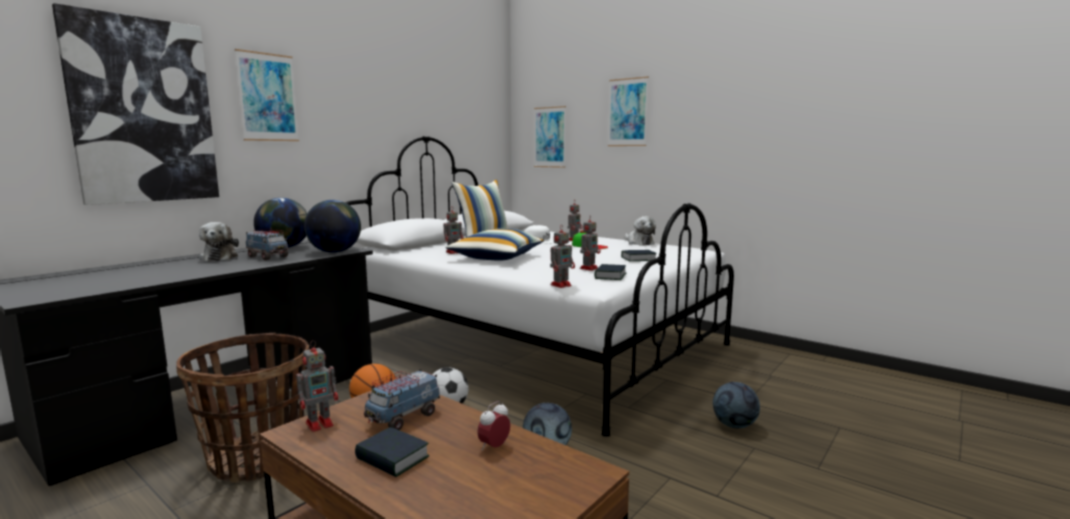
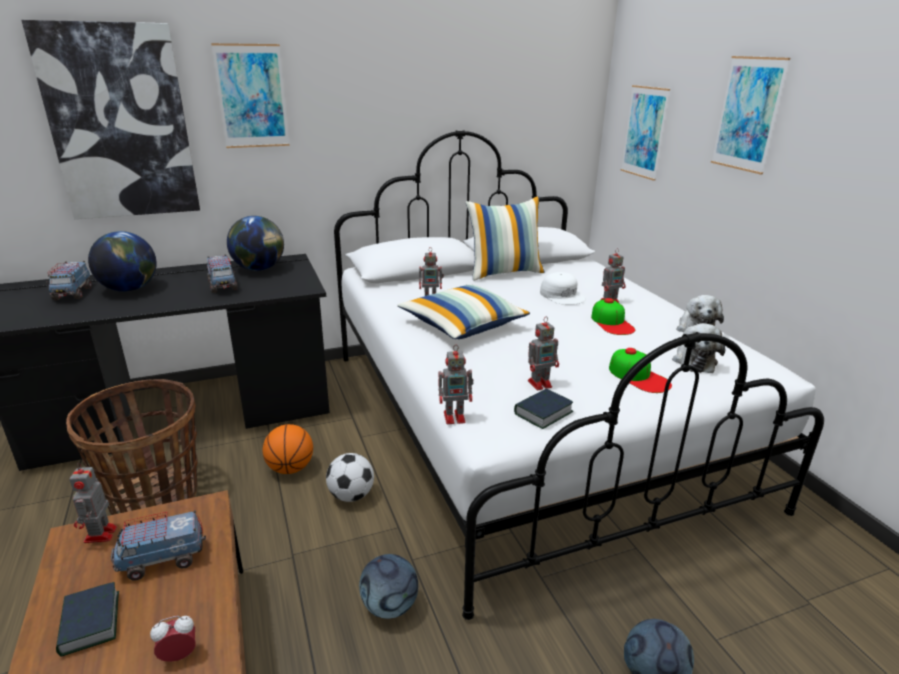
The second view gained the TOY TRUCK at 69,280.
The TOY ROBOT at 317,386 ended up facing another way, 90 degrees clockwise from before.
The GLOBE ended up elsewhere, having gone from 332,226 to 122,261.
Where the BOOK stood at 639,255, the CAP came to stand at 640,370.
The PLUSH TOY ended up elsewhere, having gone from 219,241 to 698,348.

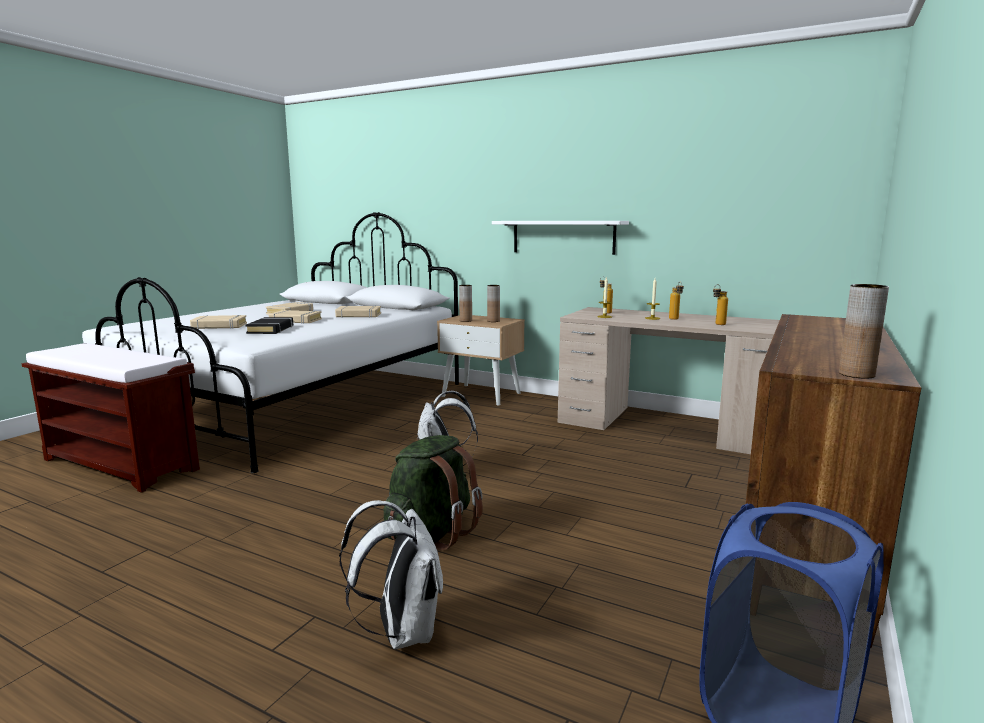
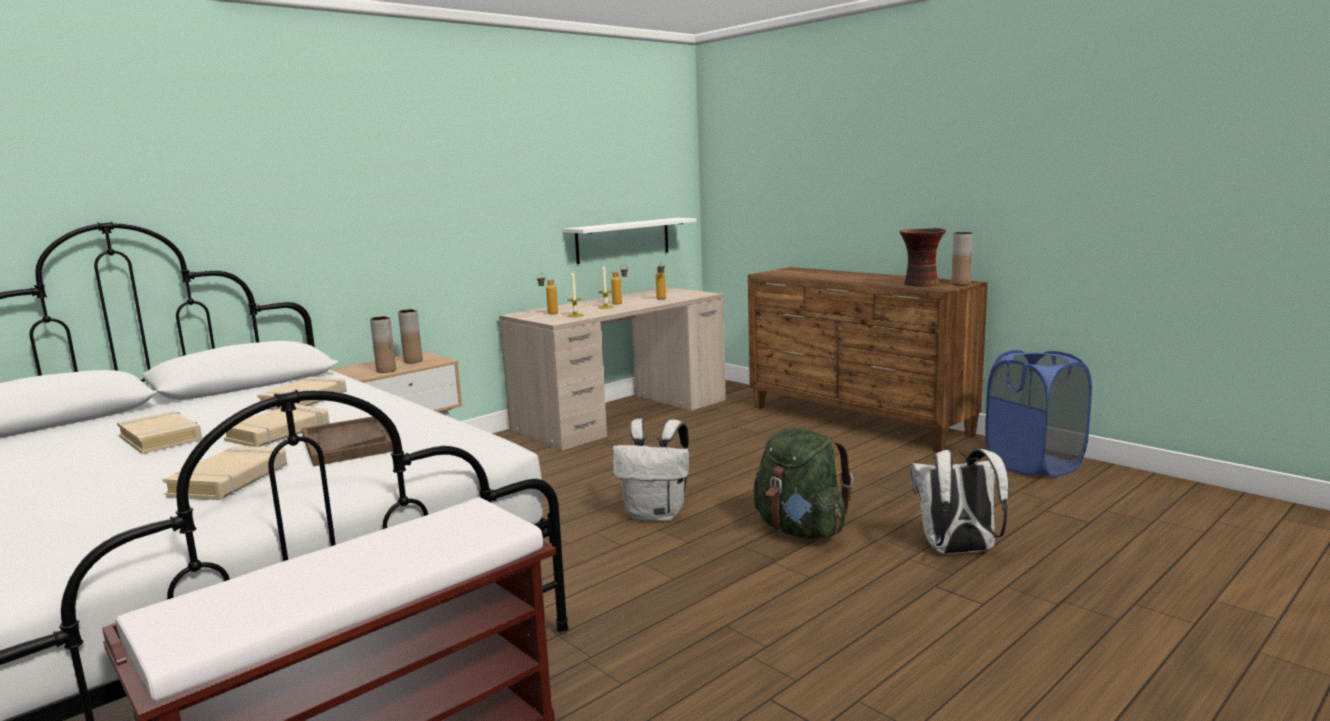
Where the BLACK BOOK stood at 269,325, the BROWN TRAY came to stand at 347,441.
The WHITE SHELF ended up elsewhere, having gone from 560,238 to 629,241.
The second view gained the VASE at 922,257.

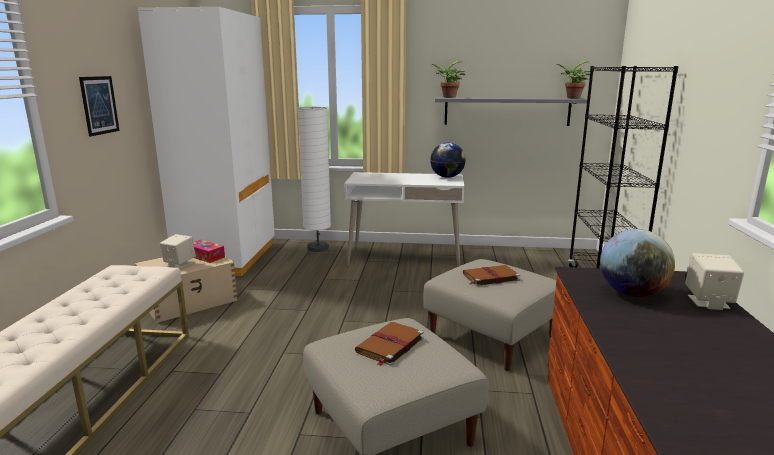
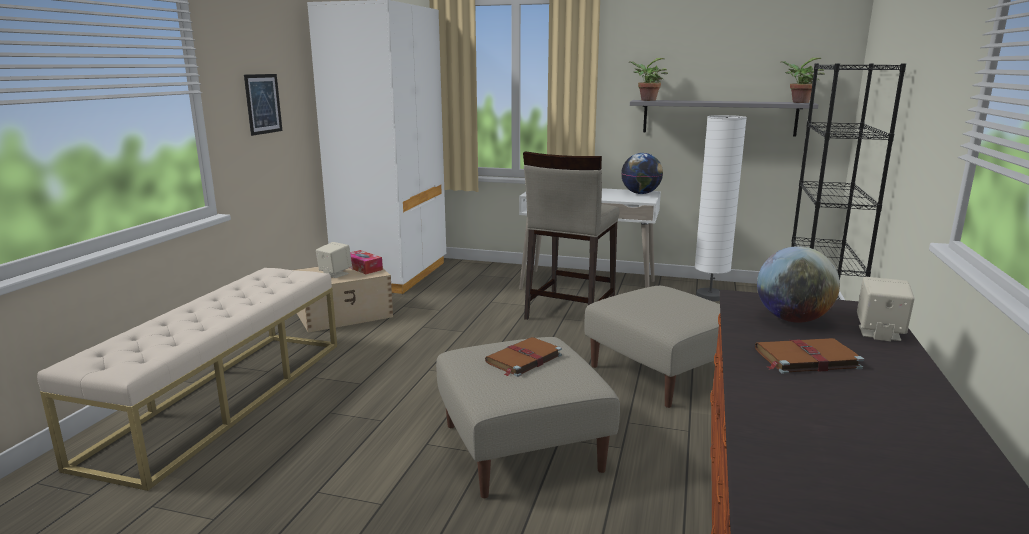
The second view gained the BEIGE STOOL at 571,235.
The WHITE FLOOR LAMP ended up elsewhere, having gone from 314,179 to 721,208.
The BROWN BOOK ended up elsewhere, having gone from 491,275 to 809,356.

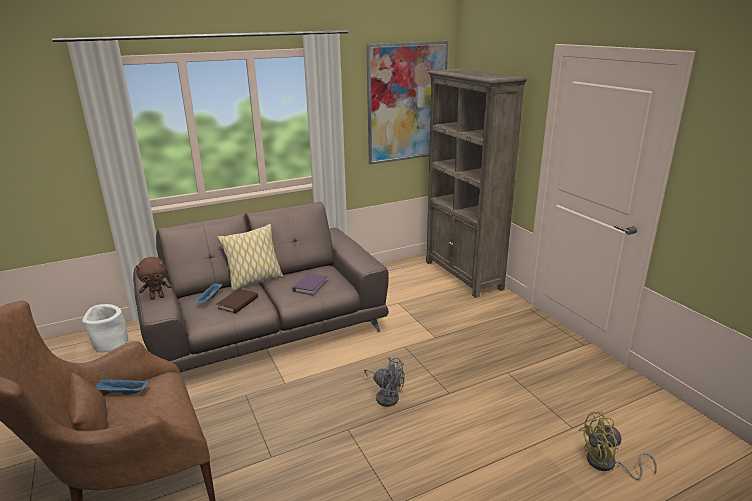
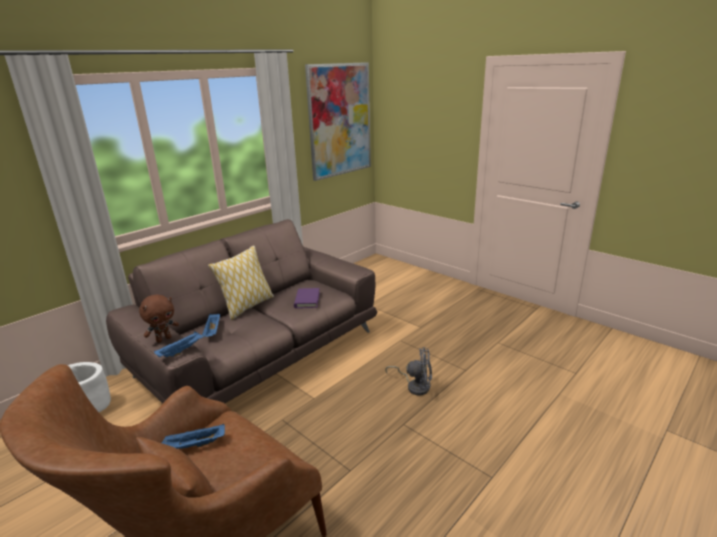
The second view gained the BLUE TRAY at 179,344.
The second view lost the BROWN BOOK at 237,301.
The second view lost the BROWN BOOKCASE at 476,183.
The second view lost the YELLOW FAN at 618,445.

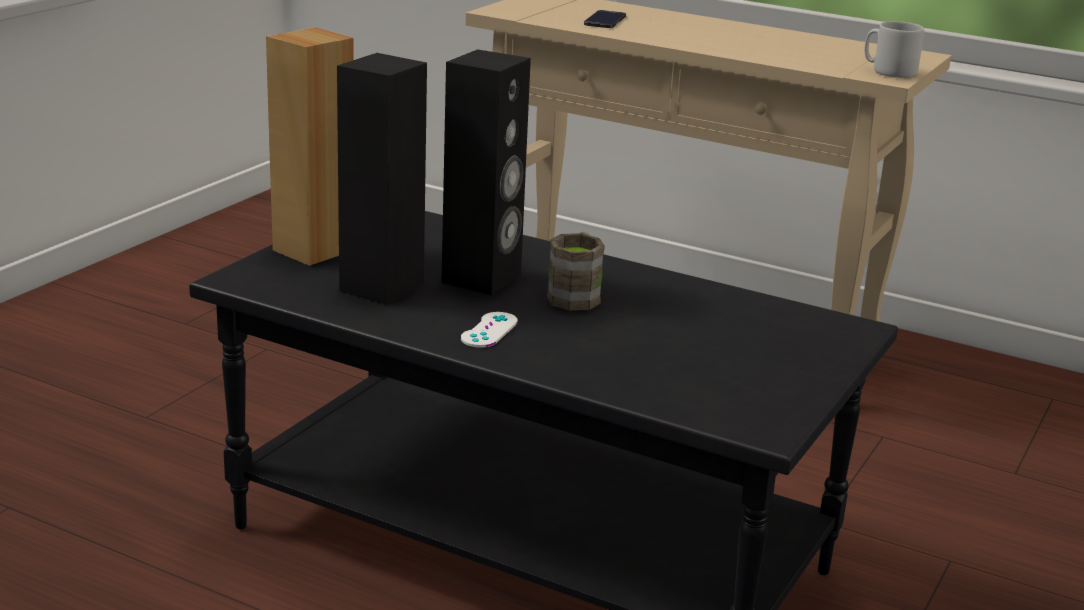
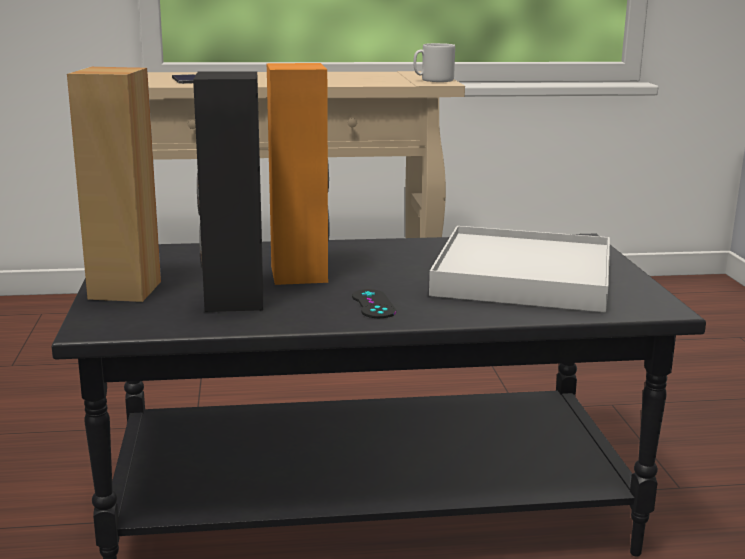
What was the BLACK SPEAKER at 486,172 turned into the ORANGE SPEAKER at 298,174.
What was the WHITE GAME CONTROLLER at 489,330 turned into the BLACK GAME CONTROLLER at 374,303.
The second view gained the WHITE TRAY at 519,269.
The second view lost the BROWN MUG at 576,271.

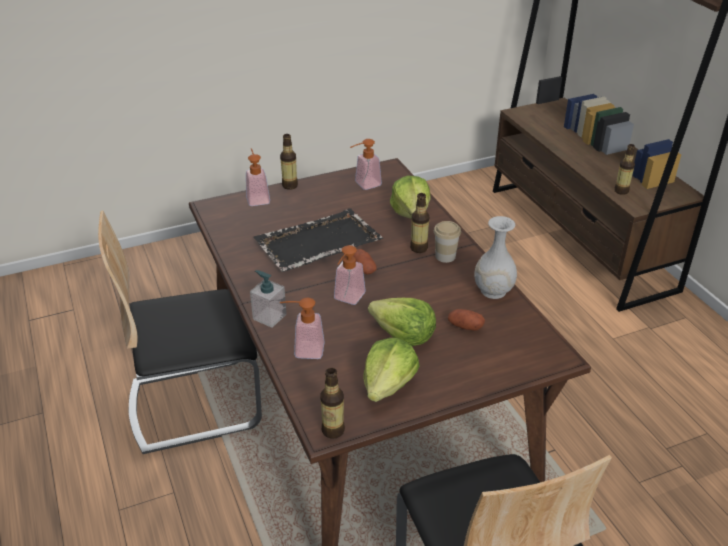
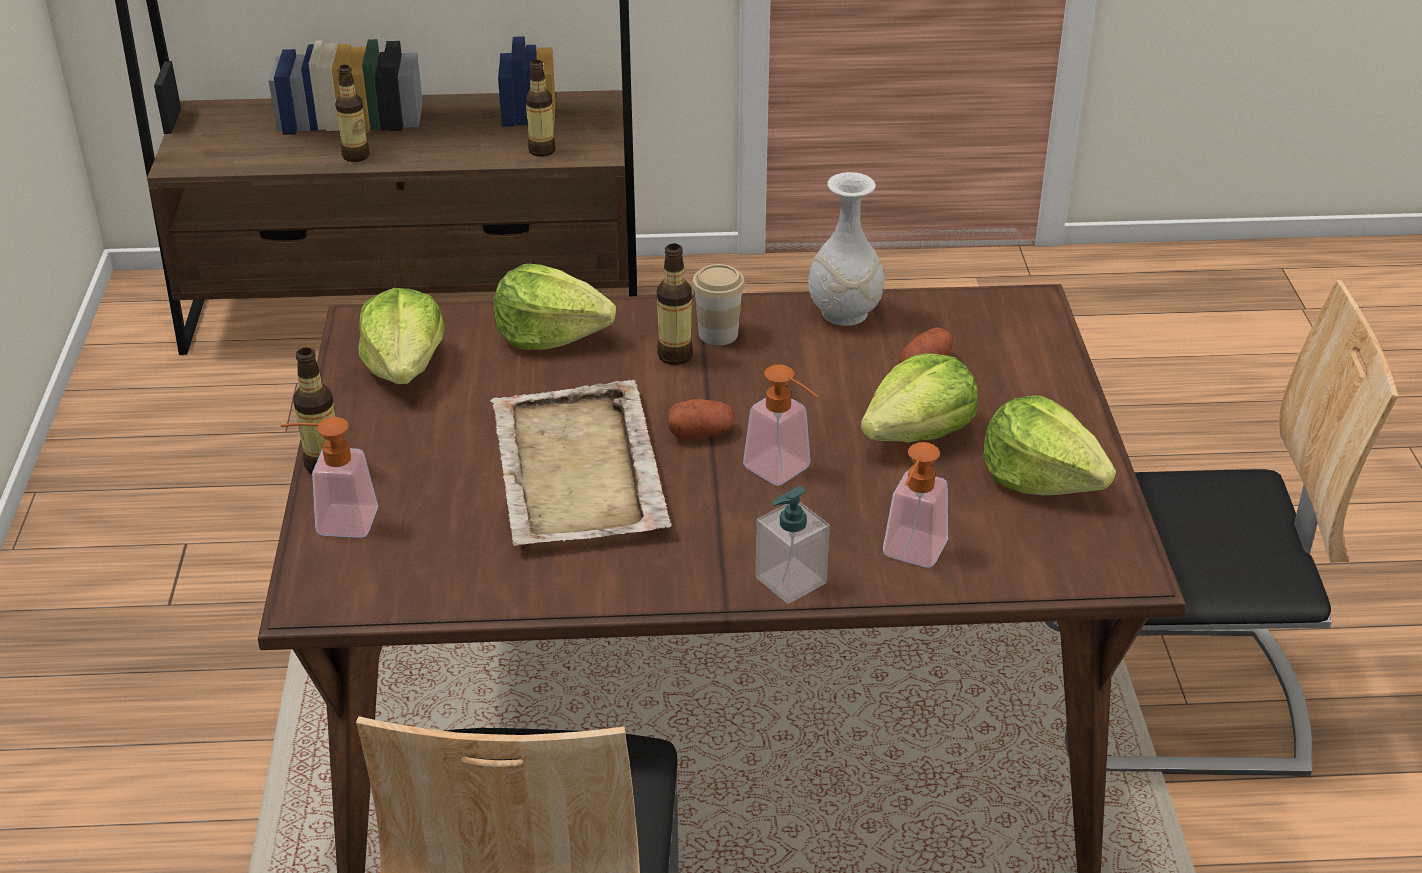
The BOTTLE ended up elsewhere, having gone from 332,403 to 352,113.
Where the SOAP DISPENSER stood at 366,164, the LETTUCE came to stand at 401,336.
What was the BLACK TRAY at 318,240 turned into the BEIGE TRAY at 581,463.

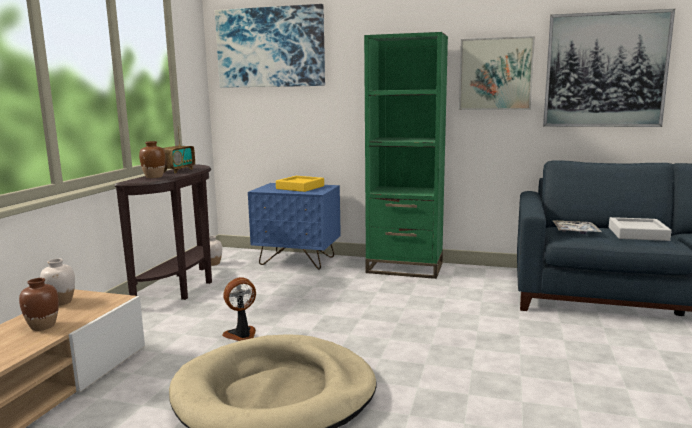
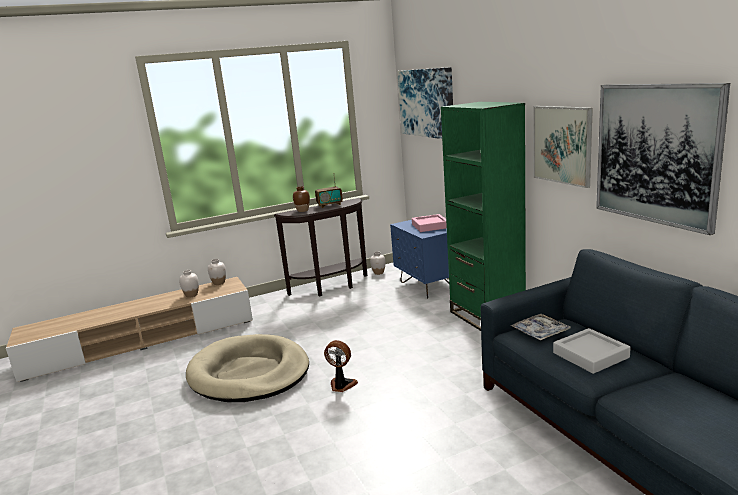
What was the BROWN VASE at 39,304 turned into the WHITE VASE at 189,284.
The FAN ended up elsewhere, having gone from 239,309 to 341,366.
What was the YELLOW TRAY at 300,184 turned into the PINK TRAY at 429,223.

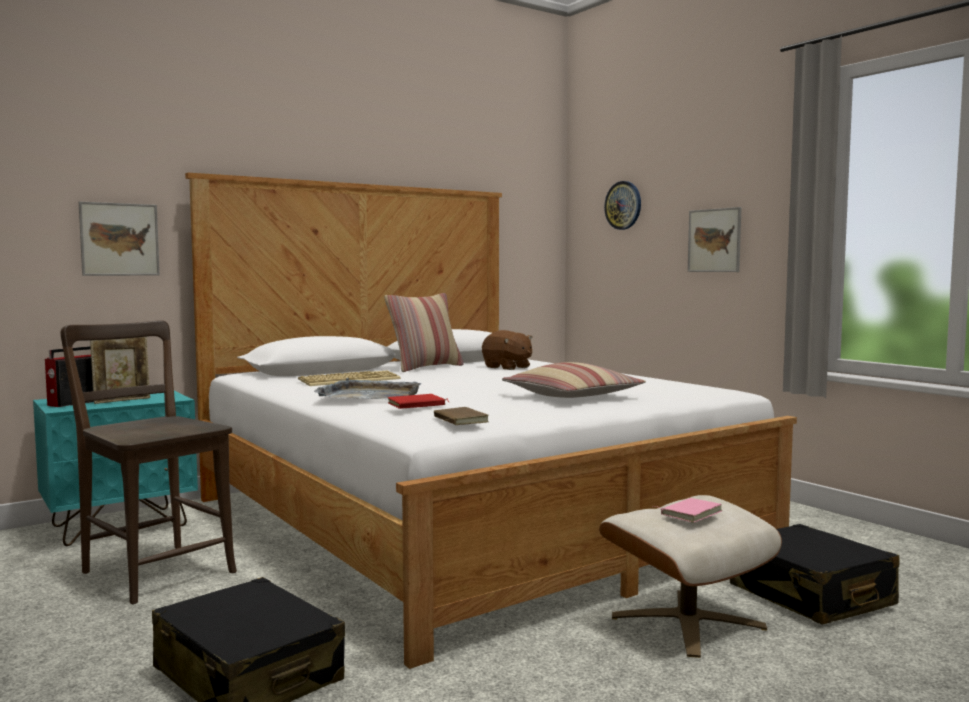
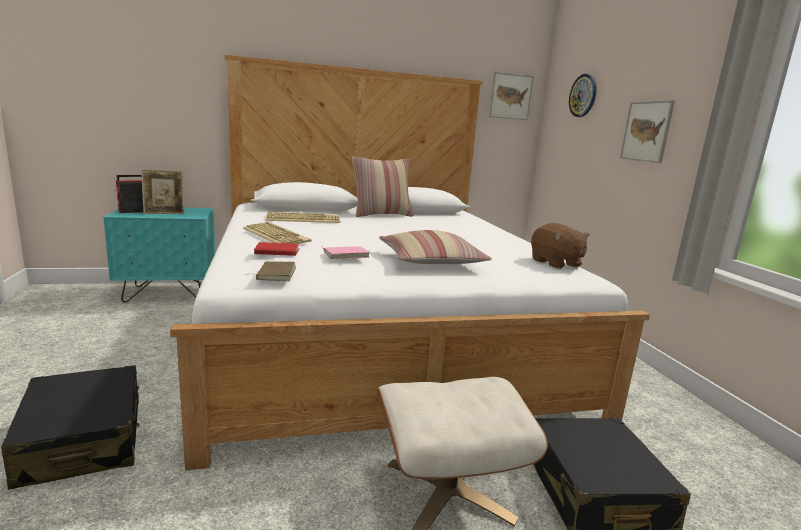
Where the GREY TRAY stood at 368,389, the KEYBOARD came to stand at 277,233.
The PINK BOOK ended up elsewhere, having gone from 687,510 to 346,252.
The PICTURE ended up elsewhere, having gone from 119,238 to 511,96.
The BROWN PLUSH TOY ended up elsewhere, having gone from 507,350 to 560,246.
The second view lost the BROWN CHAIR at 149,462.

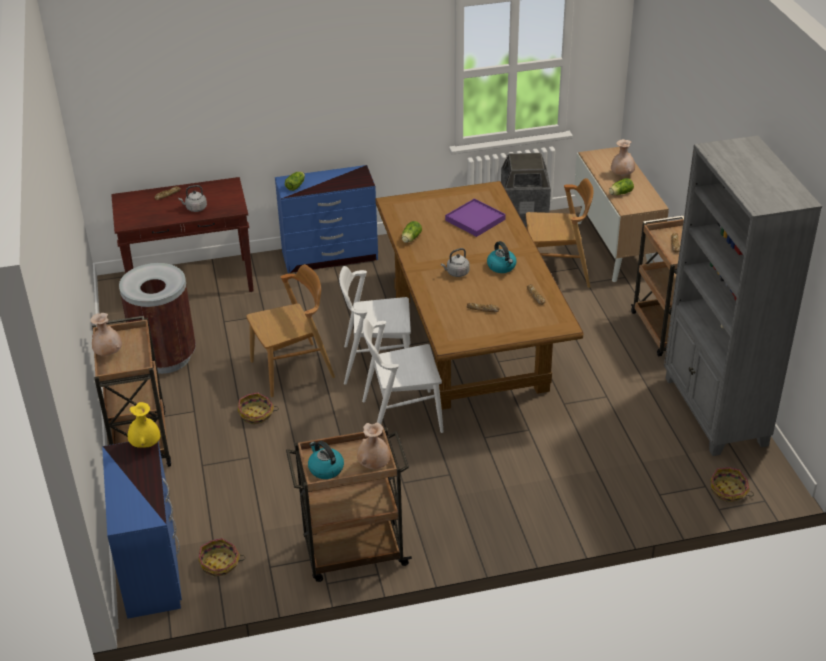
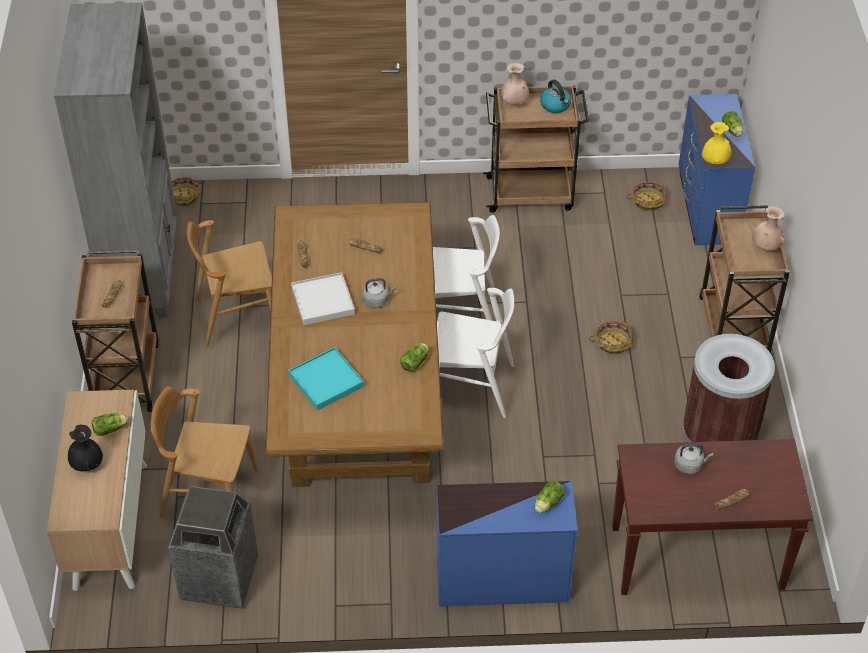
What was the BEIGE VASE at 623,157 turned into the BLACK VASE at 85,448.
The BROWN CHAIR ended up elsewhere, having gone from 290,330 to 229,283.
What was the PURPLE TRAY at 475,218 turned into the TURQUOISE TRAY at 326,379.
Where the KETTLE stood at 502,257, the WHITE TRAY came to stand at 323,298.
The second view gained the LETTUCE at 732,124.

